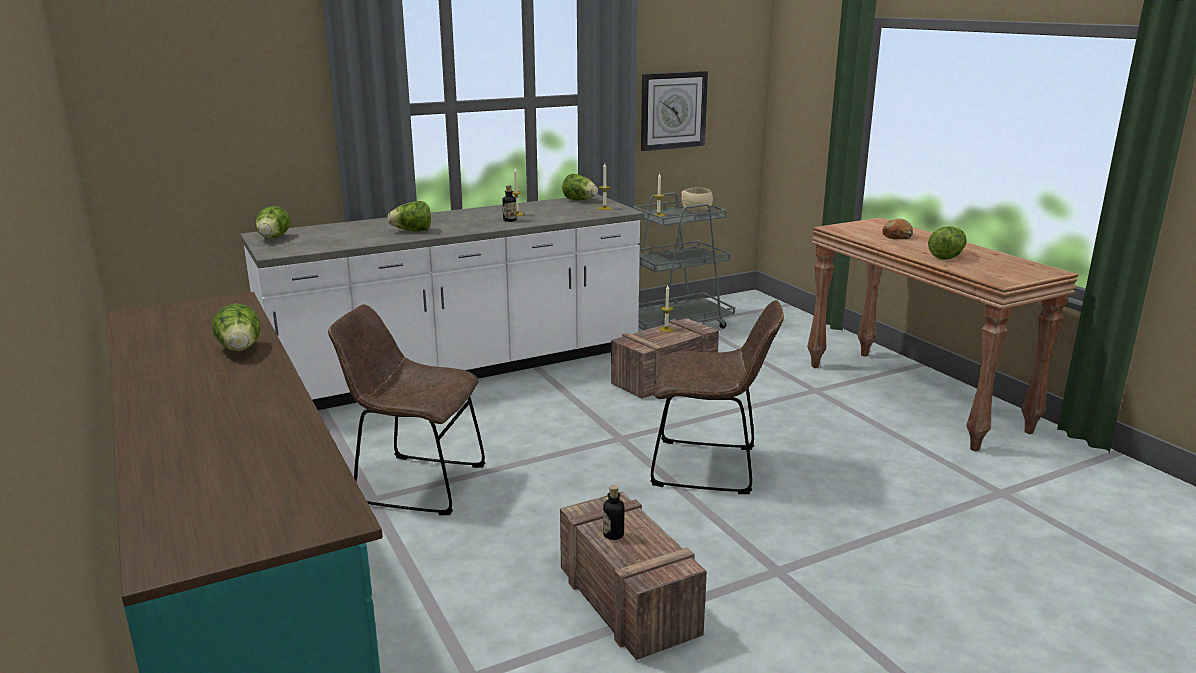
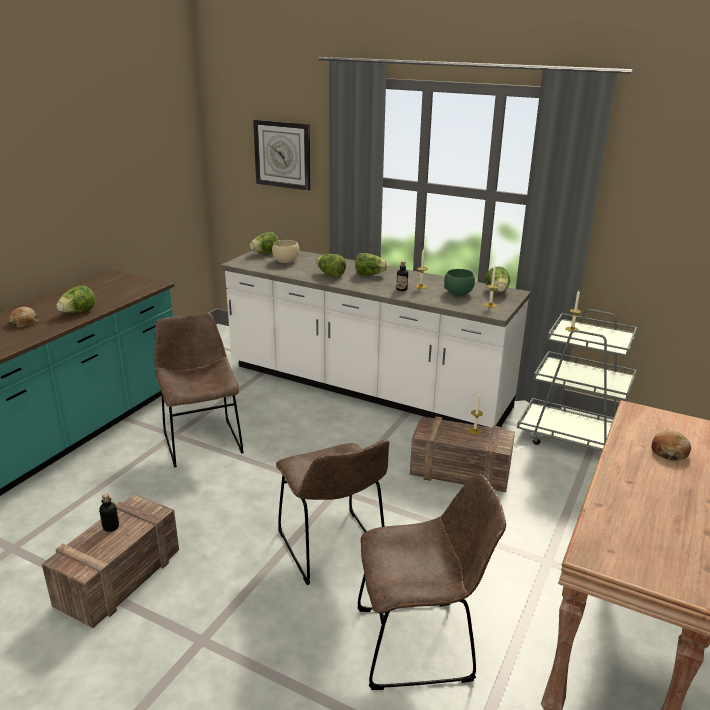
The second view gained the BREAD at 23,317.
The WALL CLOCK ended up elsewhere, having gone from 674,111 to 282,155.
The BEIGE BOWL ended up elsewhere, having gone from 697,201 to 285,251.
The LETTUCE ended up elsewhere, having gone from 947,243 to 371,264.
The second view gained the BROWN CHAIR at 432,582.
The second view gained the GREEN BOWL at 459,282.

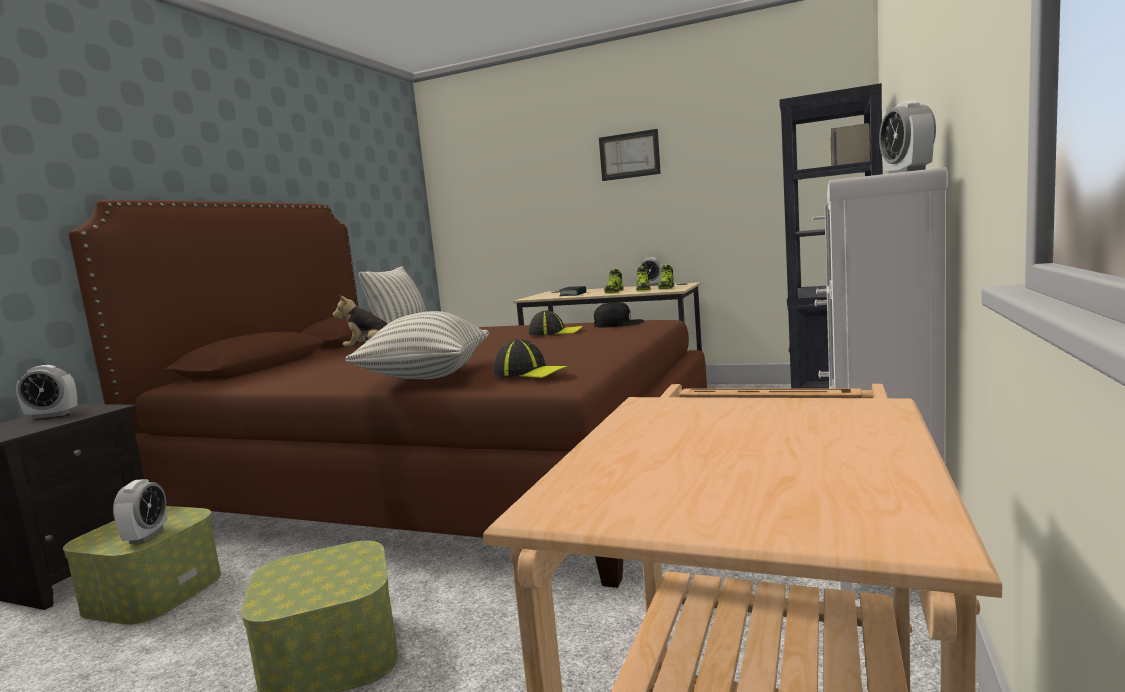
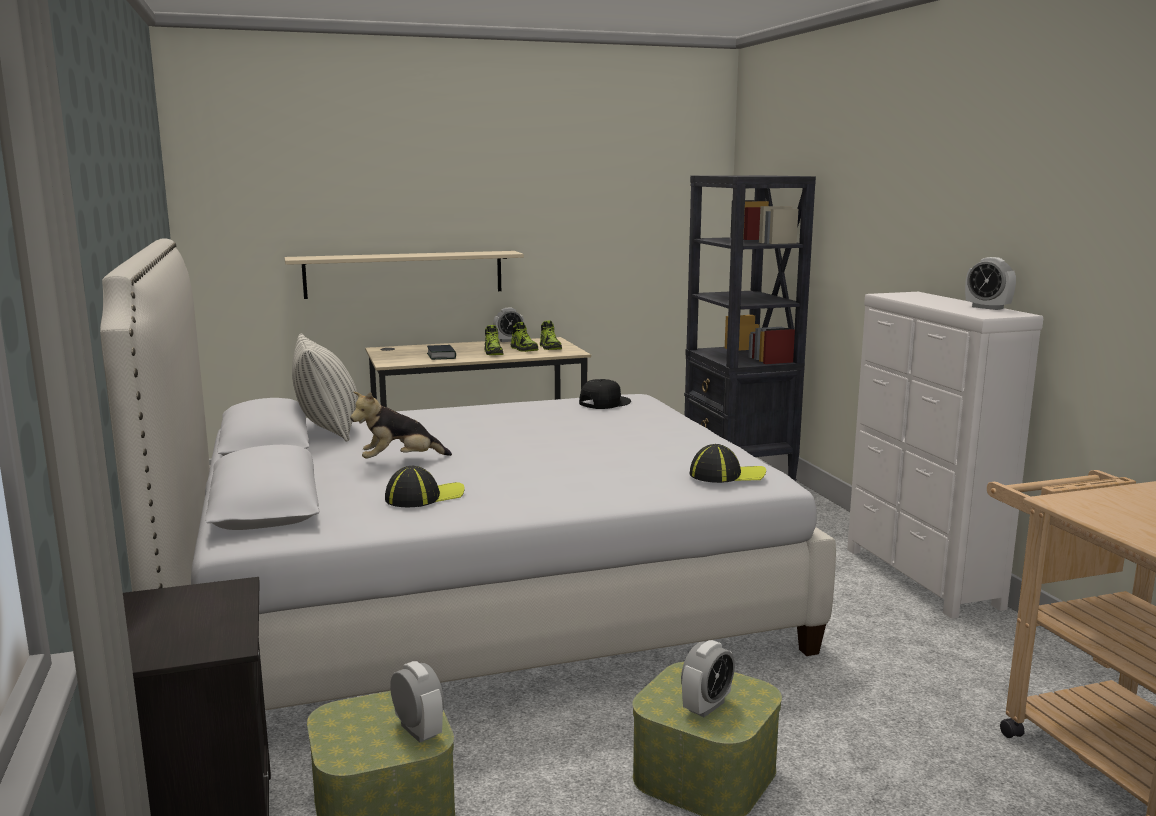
What was the BROWN BED at 387,394 turned into the WHITE BED at 468,474.
The second view gained the BEIGE SHELF at 404,275.
The CAP ended up elsewhere, having gone from 556,323 to 425,486.
The ALARM CLOCK ended up elsewhere, having gone from 46,392 to 708,678.
The second view lost the PILLOW at 417,345.
The second view lost the PICTURE at 630,155.

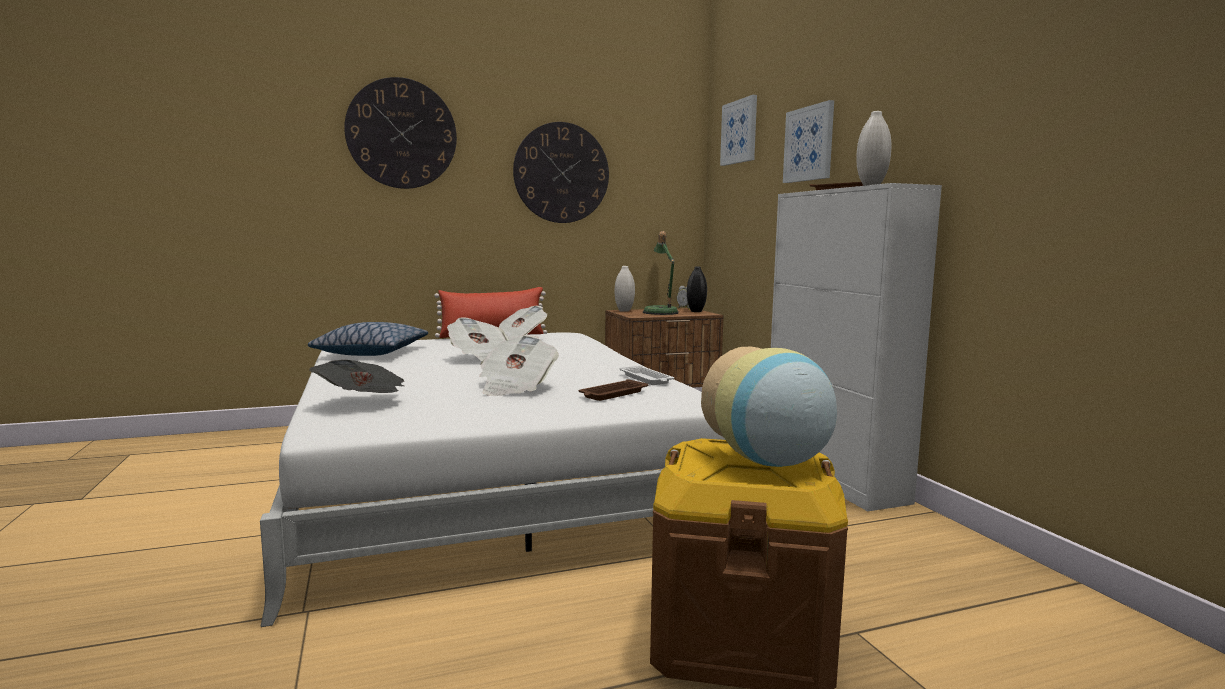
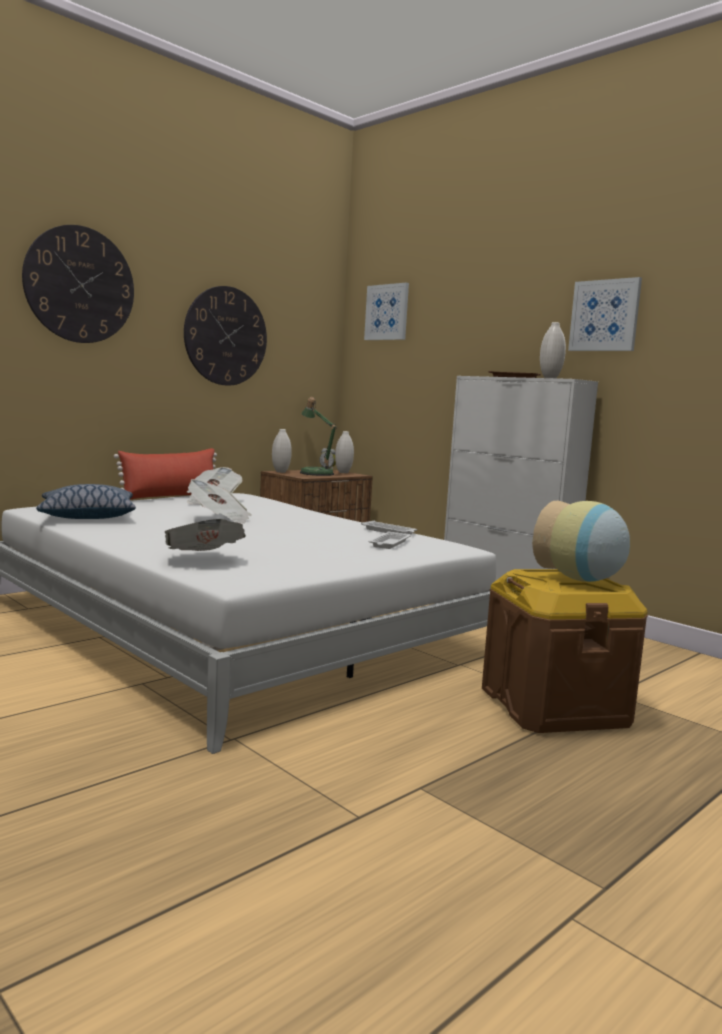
What was the BLACK VASE at 697,289 turned into the WHITE VASE at 344,452.
What was the BROWN TRAY at 613,390 turned into the WHITE TRAY at 390,540.
The PICTURE ended up elsewhere, having gone from 808,141 to 605,314.
The second view lost the NEWSPAPER at 519,365.

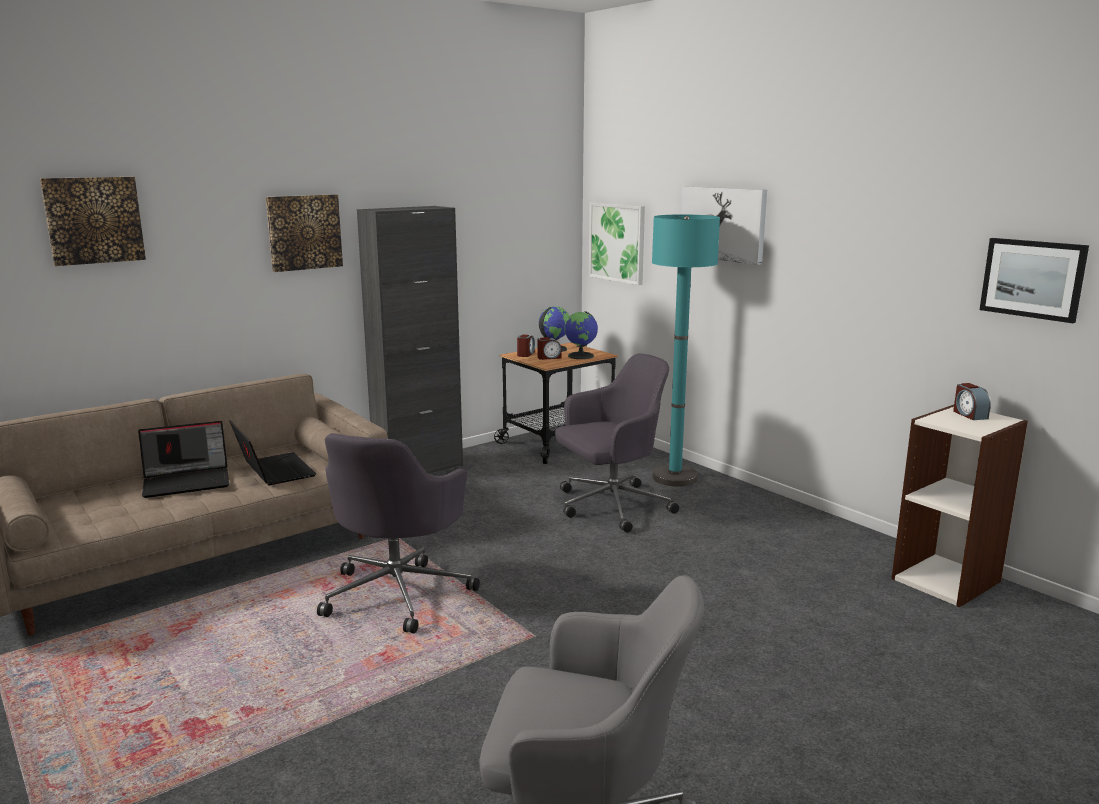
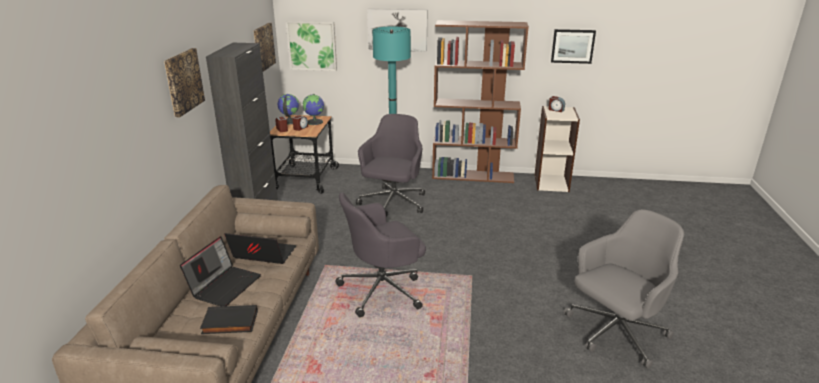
The second view gained the BLACK BOOK at 229,319.
The PICTURE ended up elsewhere, having gone from 93,221 to 264,47.
The GREY OFFICE CHAIR at 398,533 ended up facing another way, 90 degrees clockwise from before.
The second view gained the BROWN BOOKCASE at 480,101.

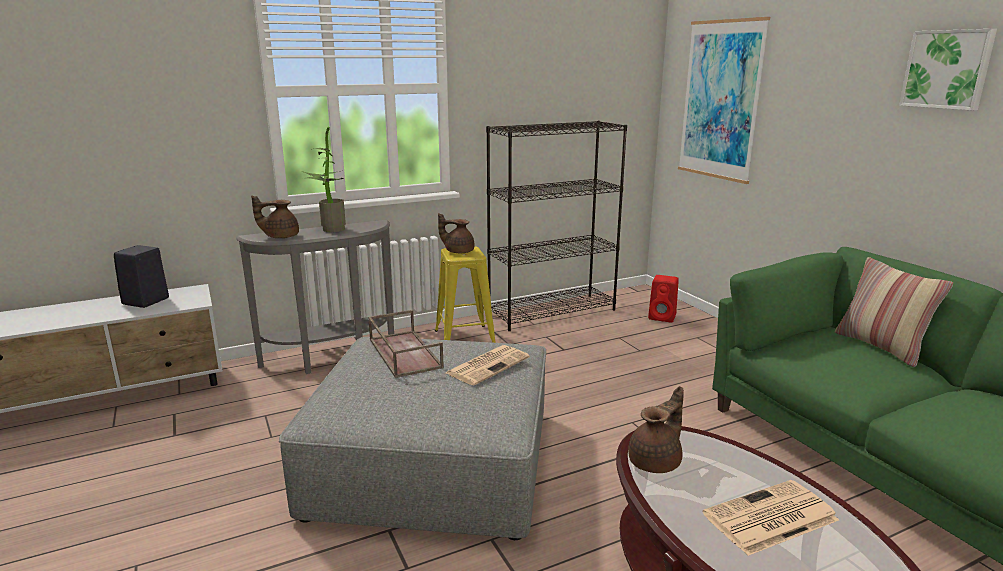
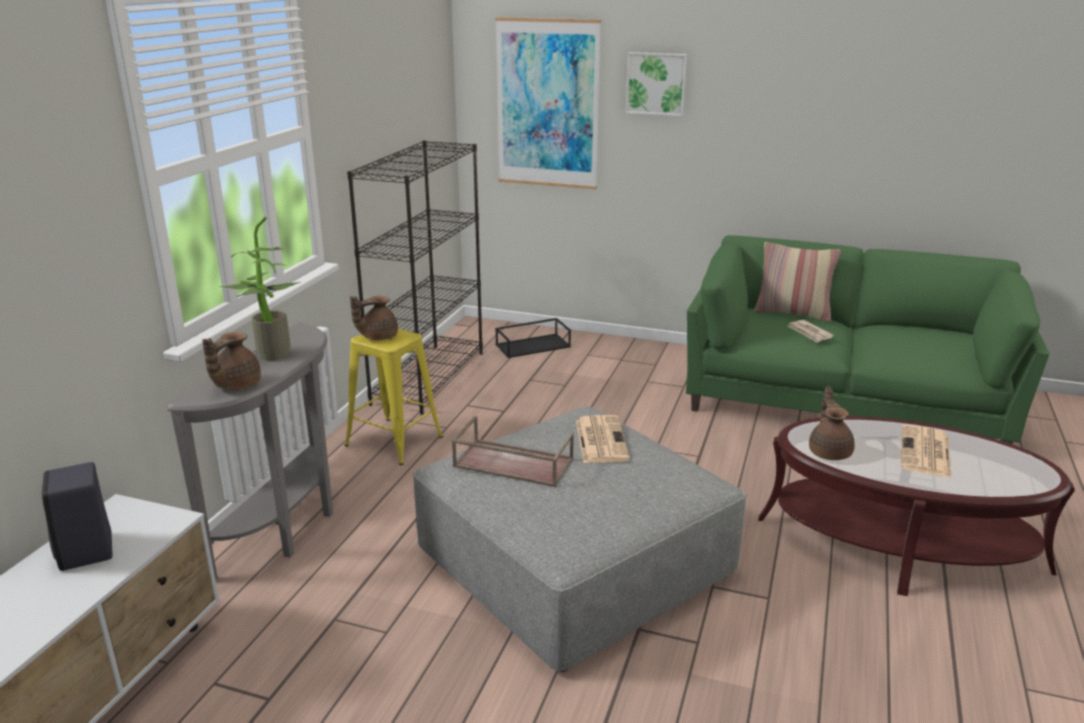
Where the RED SPEAKER stood at 663,298, the BLACK TRAY came to stand at 533,338.
The PICTURE ended up elsewhere, having gone from 948,69 to 657,84.
The second view gained the NEWSPAPER at 810,331.

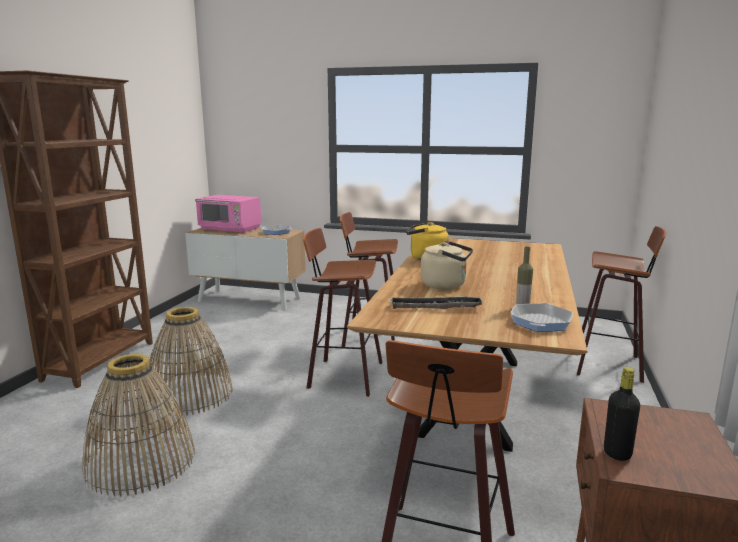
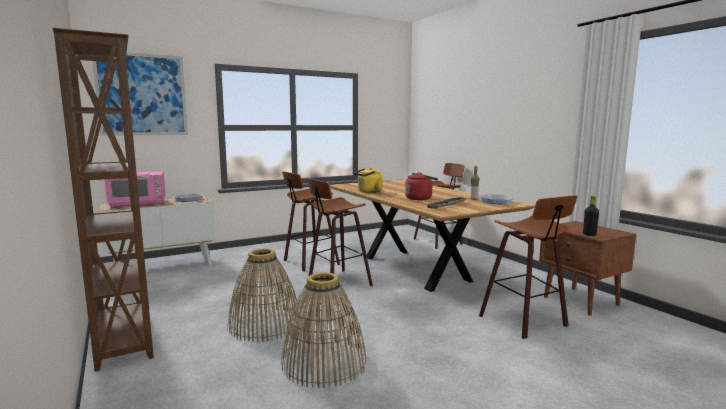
The second view gained the PICTURE at 140,94.
What was the BEIGE KETTLE at 447,265 turned into the RED KETTLE at 421,186.

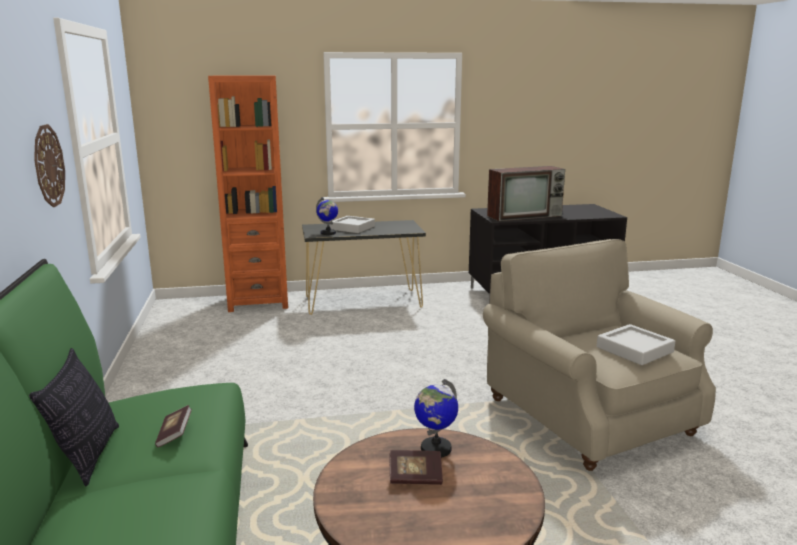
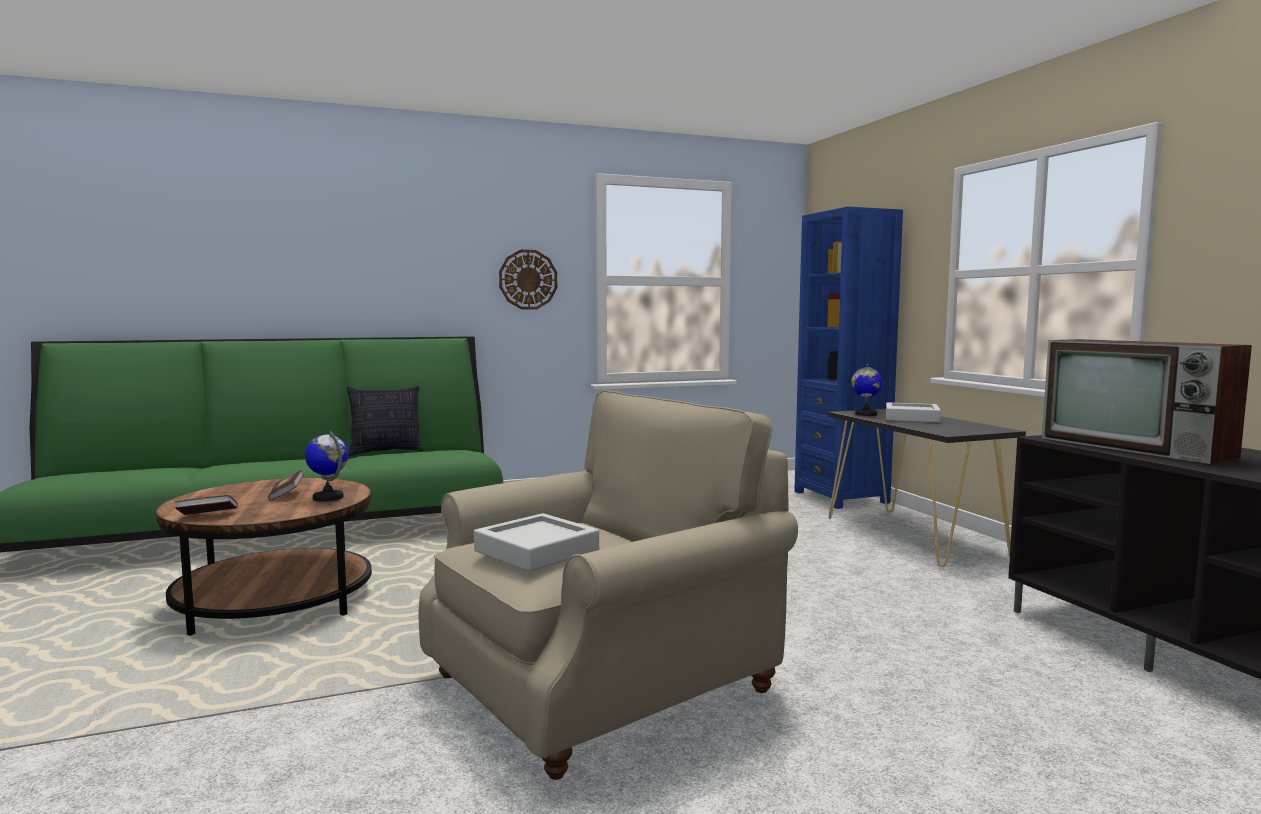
The BOOK ended up elsewhere, having gone from 173,426 to 206,505.
What was the ORANGE BOOKCASE at 248,194 turned into the BLUE BOOKCASE at 848,358.

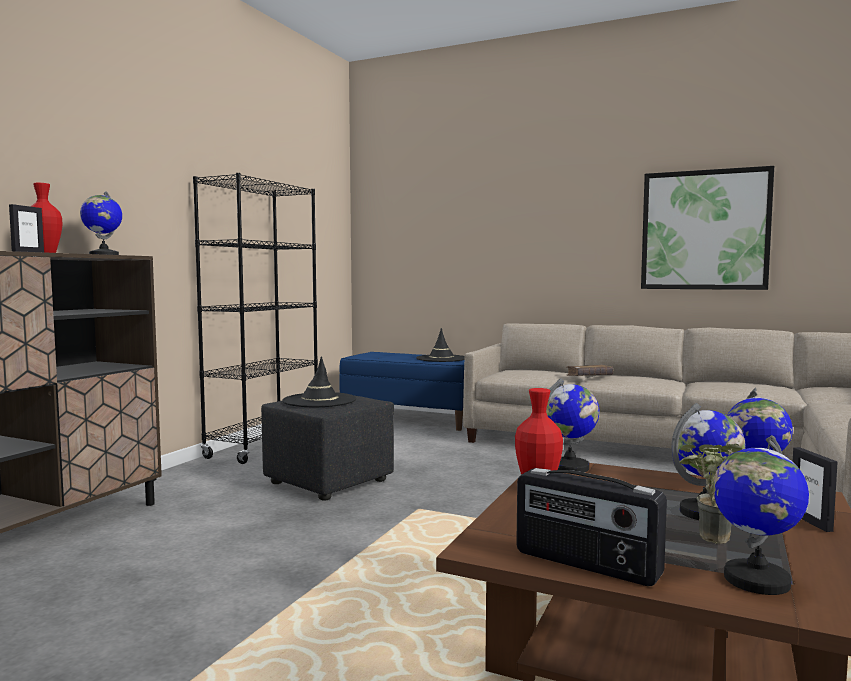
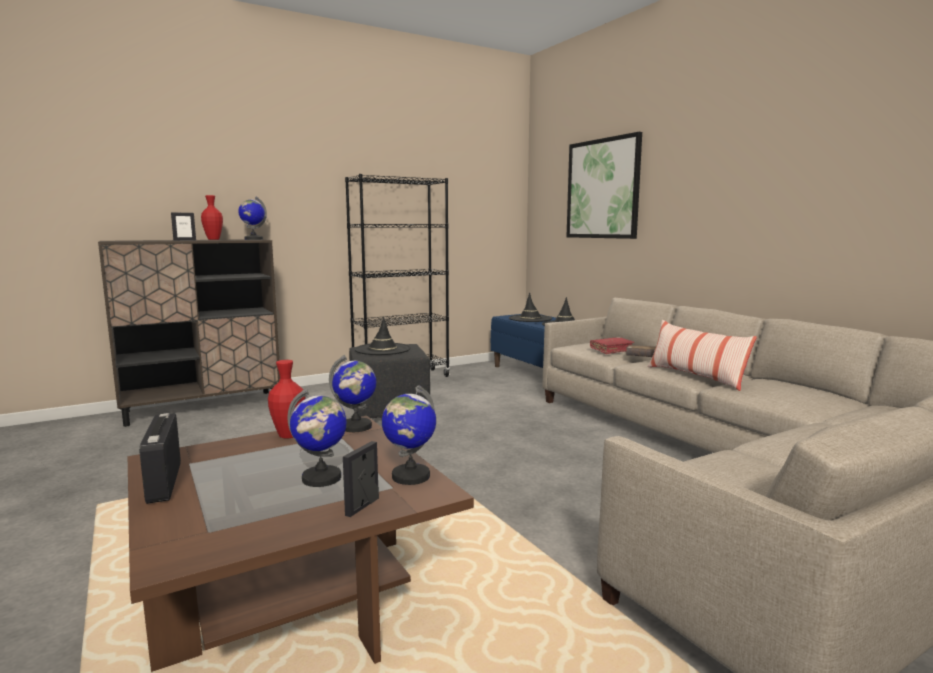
The second view gained the BLACK HAT at 530,307.
The PICTURE ended up elsewhere, having gone from 707,228 to 604,185.
The second view gained the RED BOOK at 612,345.
The second view gained the PILLOW at 702,355.
The second view lost the POTTED PLANT at 711,494.
The second view lost the GLOBE at 761,515.

